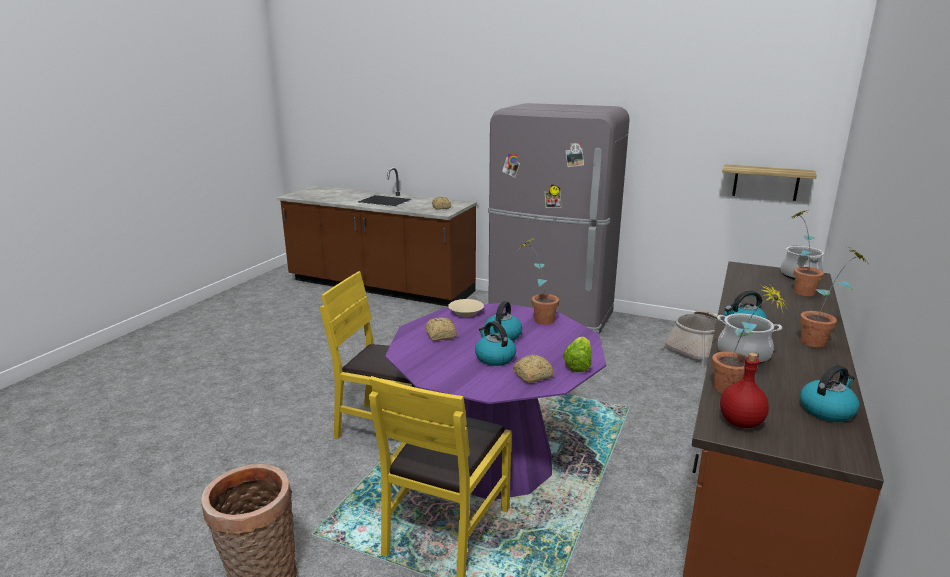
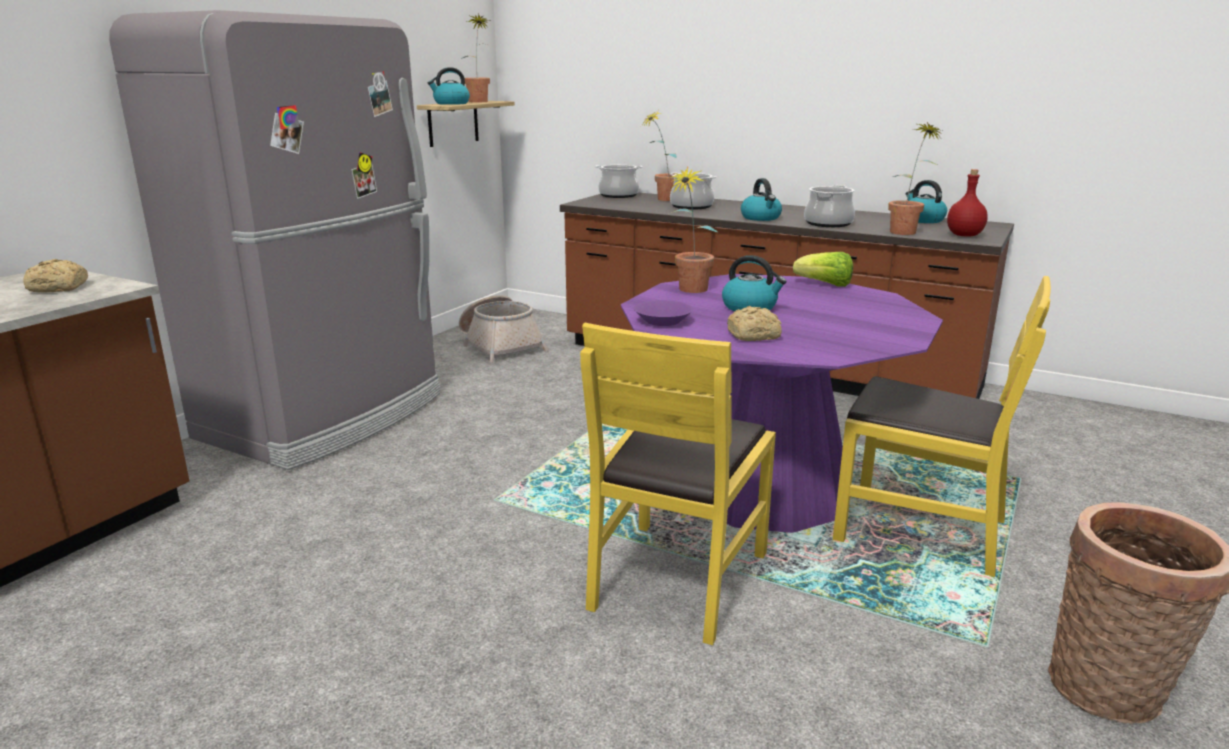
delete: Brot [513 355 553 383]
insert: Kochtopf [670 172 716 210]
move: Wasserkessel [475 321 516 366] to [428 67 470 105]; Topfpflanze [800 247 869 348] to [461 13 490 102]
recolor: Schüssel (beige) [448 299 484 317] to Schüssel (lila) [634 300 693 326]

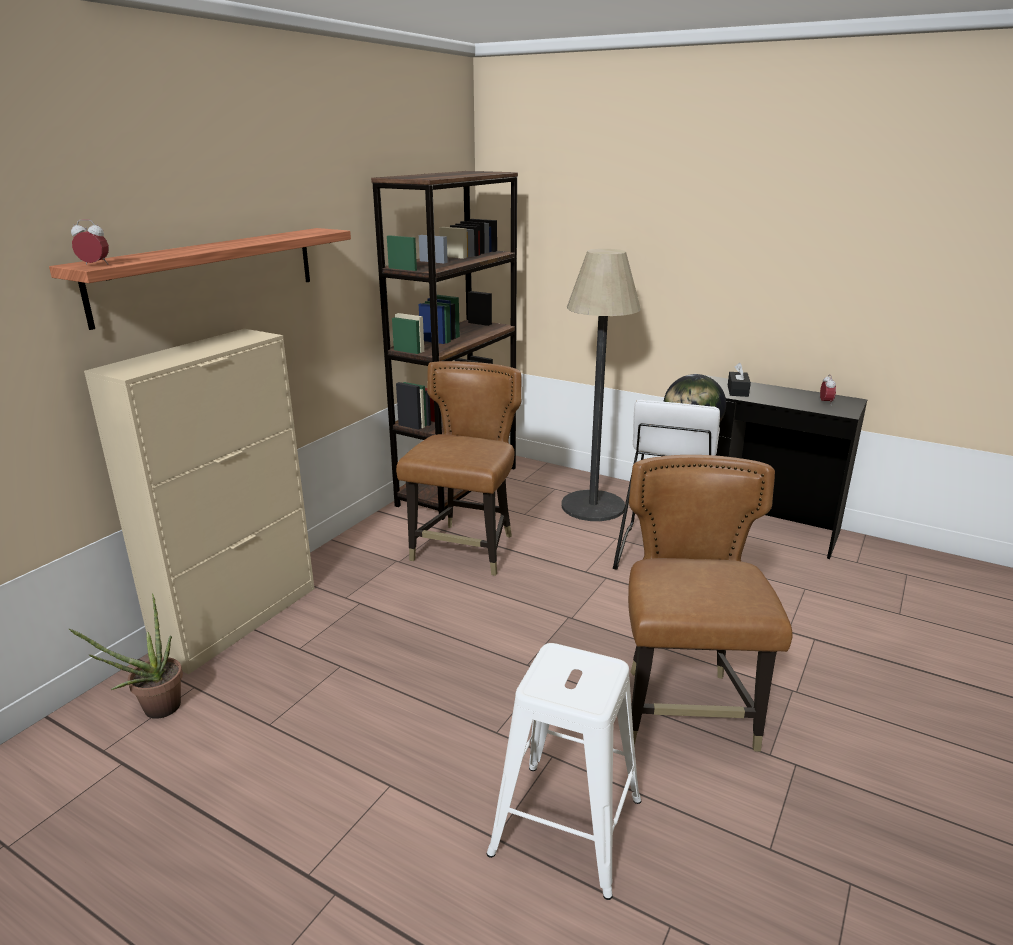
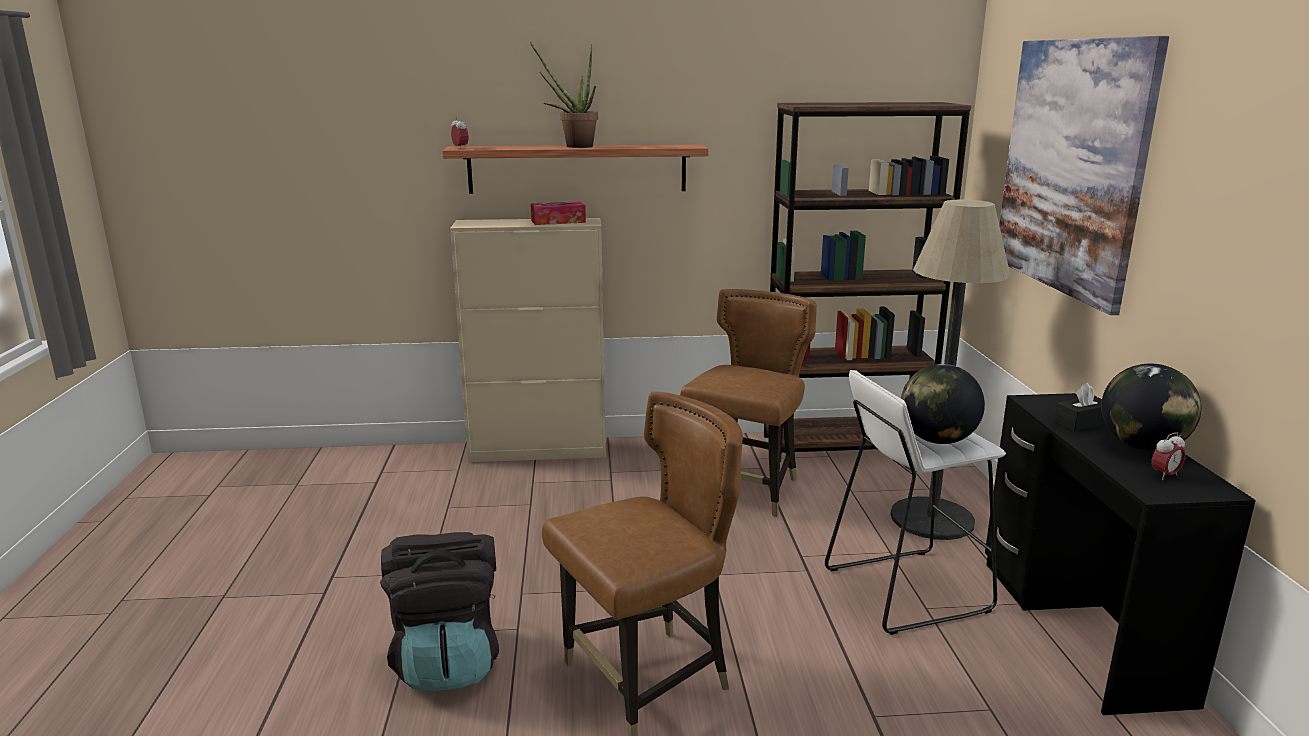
insert: Taschentuchbox [530 201 586 225]; Bild [999 36 1169 315]; Globus [1101 364 1201 451]
move: Topfpflanze [69 593 183 719] to [530 42 598 148]
replace: Hocker (weiß) [487 643 641 900] to Rucksack (schwarz) [380 532 499 691]
rotate: Stuhl (braun) [396 361 522 576] = [680 289 817 517] 45 degrees counterclockwise

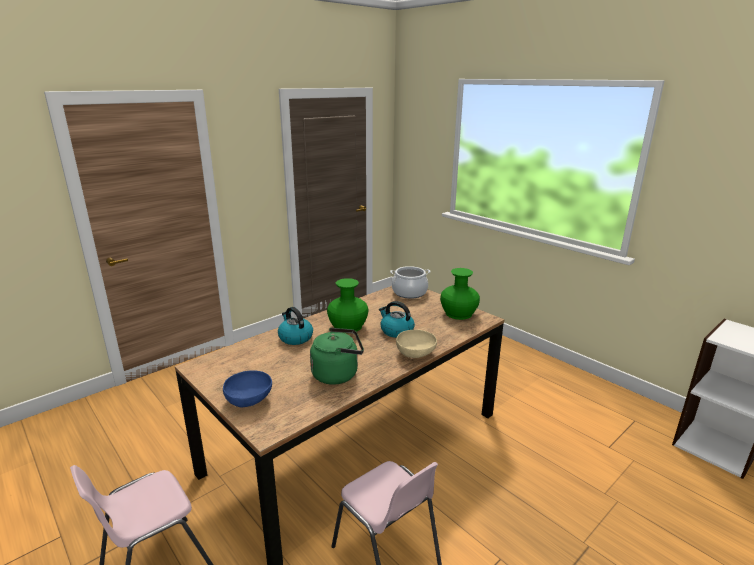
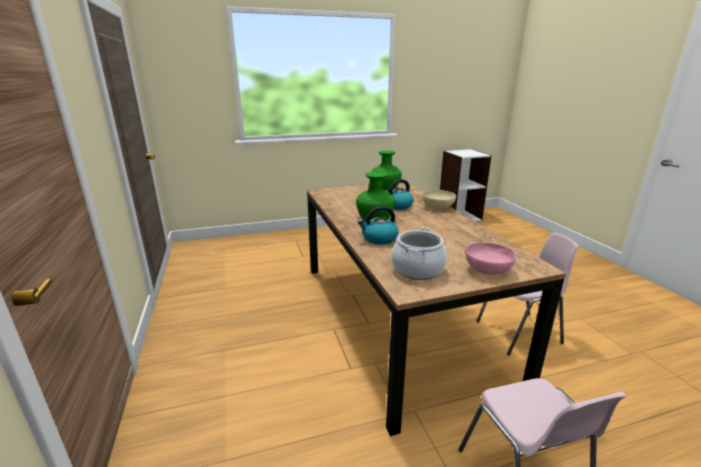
delete: Wasserkessel (grün) [310 328 364 385]
move: Kochtopf [390 266 431 299] to [391 227 447 280]
recolor: Schüssel (blau) [223 370 272 407] to Schüssel (rosa) [465 242 516 275]

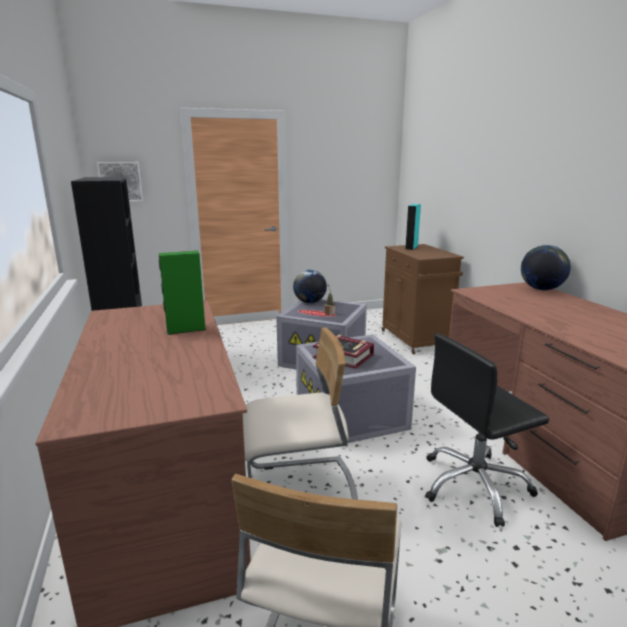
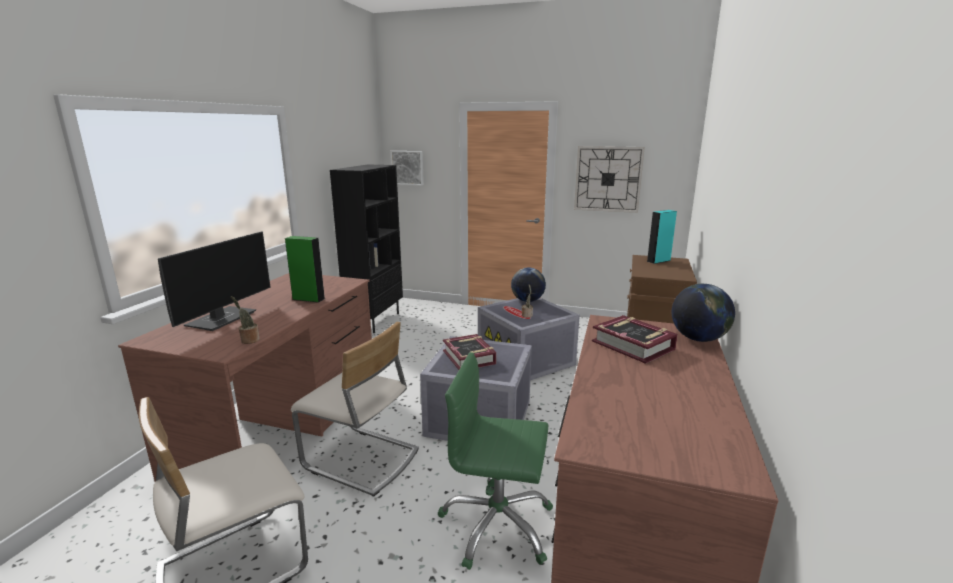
insert: Monitor [158 231 271 331]; Topfpflanze [231 296 260 344]; Wanduhr [574 146 645 213]; Buch [592 315 678 364]
recolor: Bürostuhl (schwarz) [425 333 549 527] to Bürostuhl (grün) [437 352 553 570]

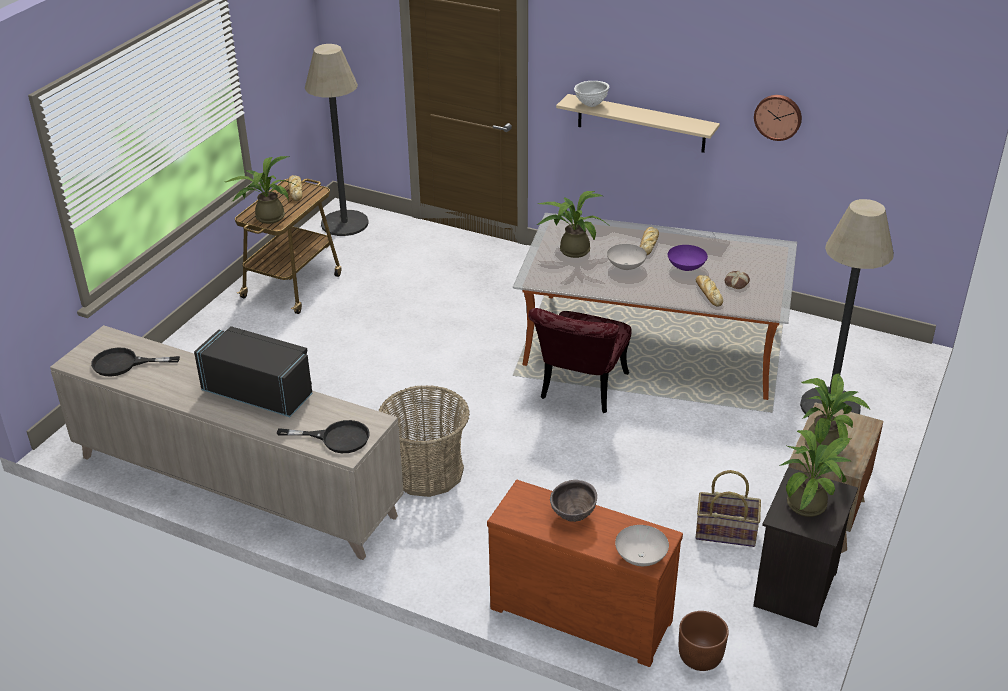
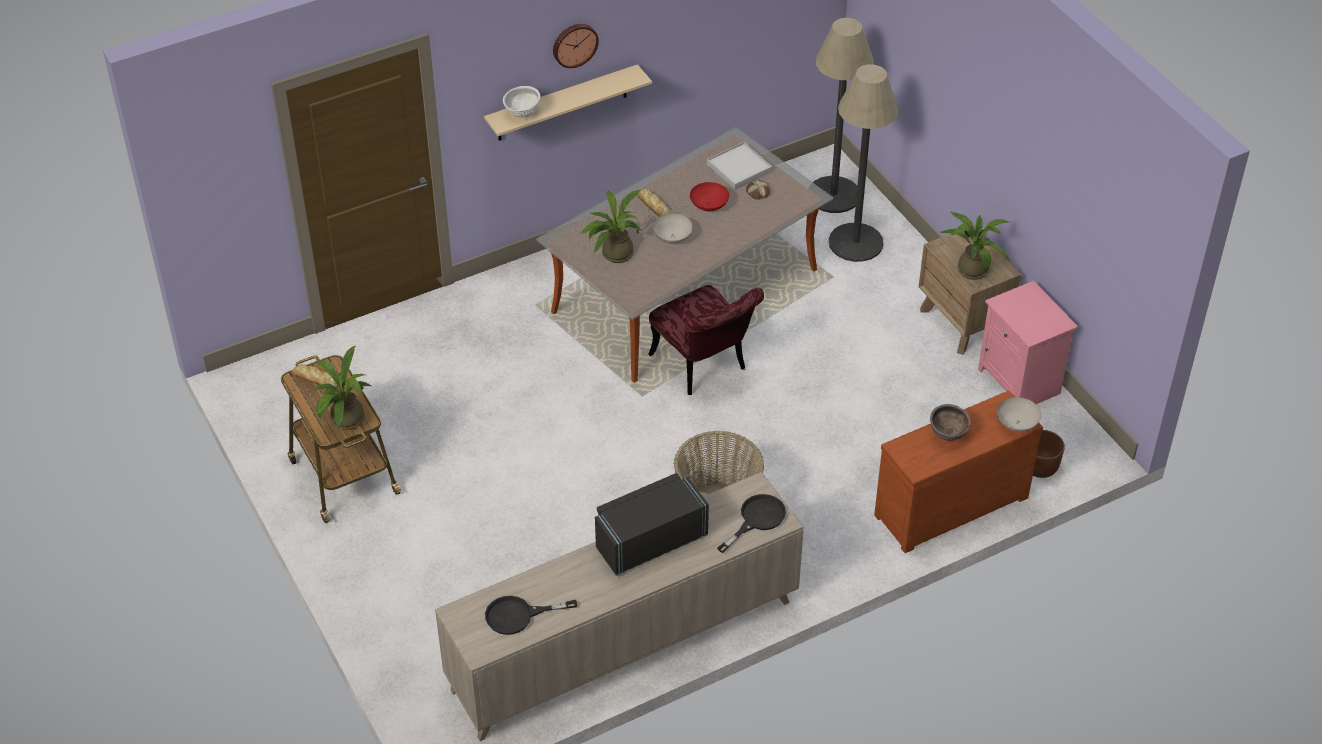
delete: Brot [696 275 723 307]; Korb [696 470 761 547]; Topfpflanze [780 430 852 517]
insert: Tablett (weiß) [707 142 772 189]
move: Wanduhr [754 95 802 141] to [553 24 599 68]; Stehlampe [305 44 369 236] to [813 18 874 213]
recolor: Schüssel (lila) [668 245 708 271] to Schüssel (rot) [690 182 729 211]; Nachttisch (schwarz) [753 467 858 628] to Nachttisch (rosa) [978 281 1078 404]
rotate: Pfanne (schwarz) [91 347 180 376] = [485 596 577 635] 45 degrees clockwise

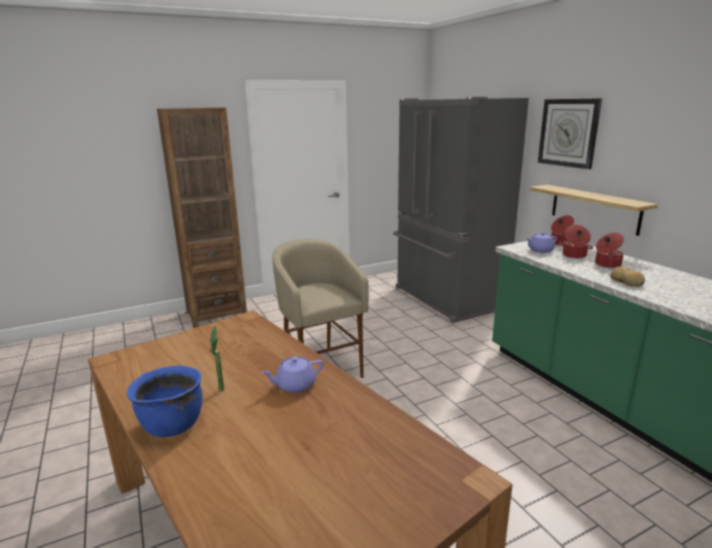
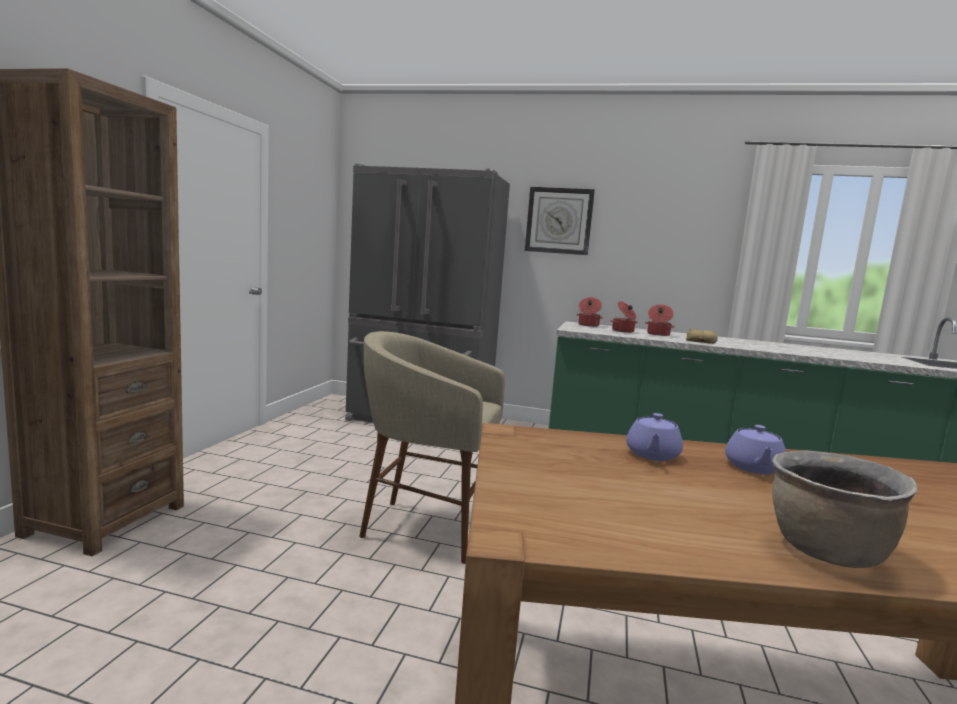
delete: Topfpflanze [208 326 224 391]; Wandregal [529 185 658 236]
move: Teekanne (lila) [526 232 557 253] to [626 413 683 461]
recolor: Kochtopf (blau) [127 365 203 437] to Kochtopf (braun) [772 450 918 568]

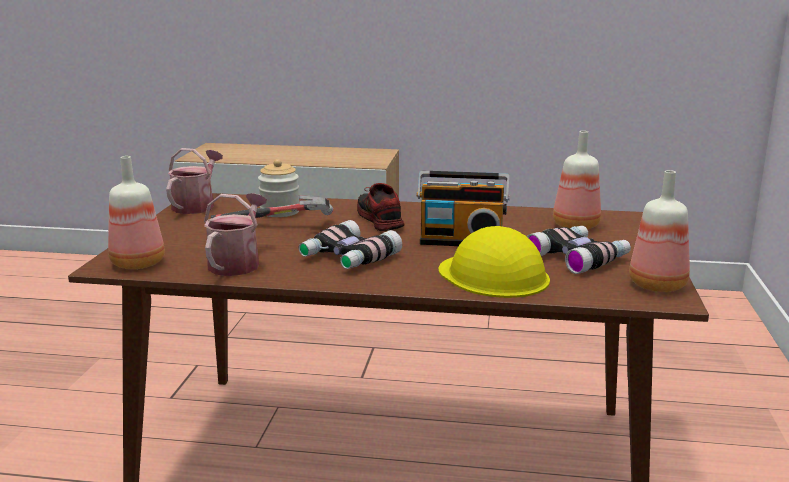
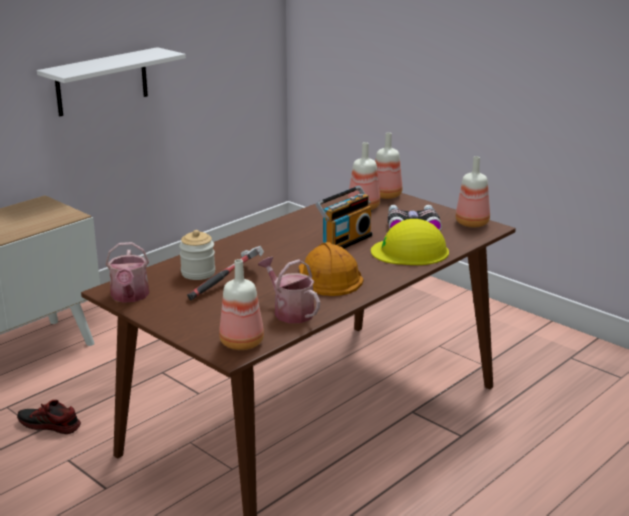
insert: Wandregal (weiß) [37 47 186 116]; Flasche [375 132 402 199]
move: Schuh [357 183 405 231] to [17 400 81 434]
replace: Fernglas [299 220 402 269] to Schutzhelm (orange) [299 242 363 296]
rotate: Gießkanne [166 148 223 214] = [106 242 149 303] 150 degrees counterclockwise

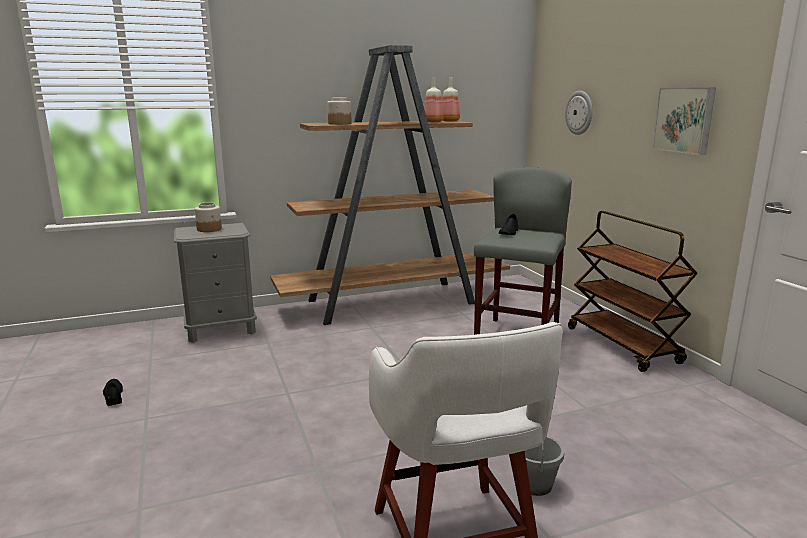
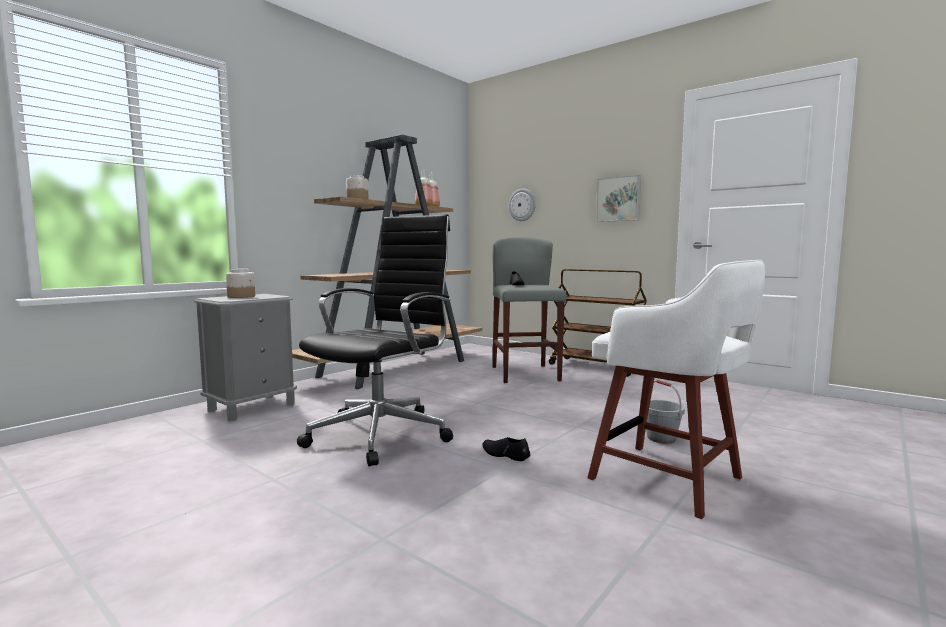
insert: Bürostuhl (schwarz) [297 214 453 466]
move: Schuh (schwarz) [103 379 123 406] to [483 437 530 461]

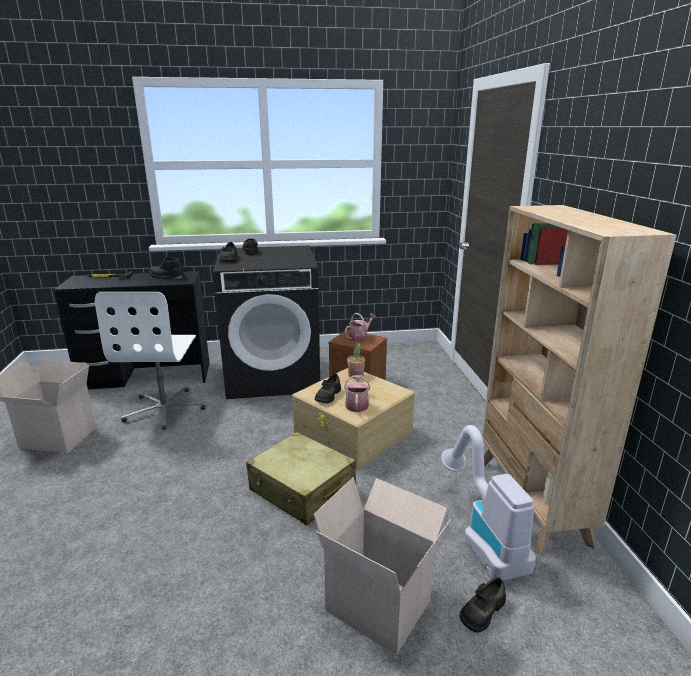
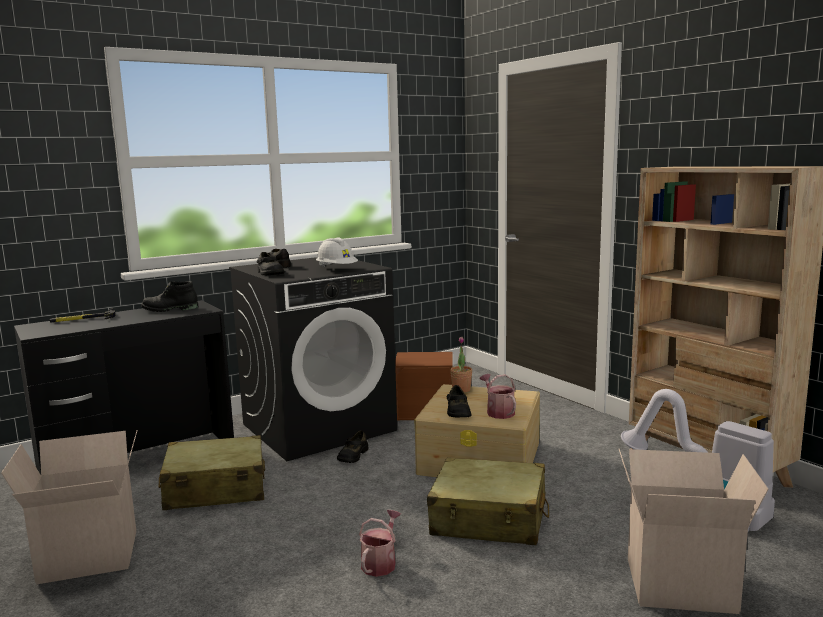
insert: Schutzhelm (weiß) [316 237 358 267]
move: Schuh (schwarz) [460 577 506 632] to [337 430 368 463]; Gießkanne [344 313 377 342] to [359 510 401 577]
replace: Bürostuhl (weiß) [95 292 206 430] to Koffer (beige) [159 435 265 510]

